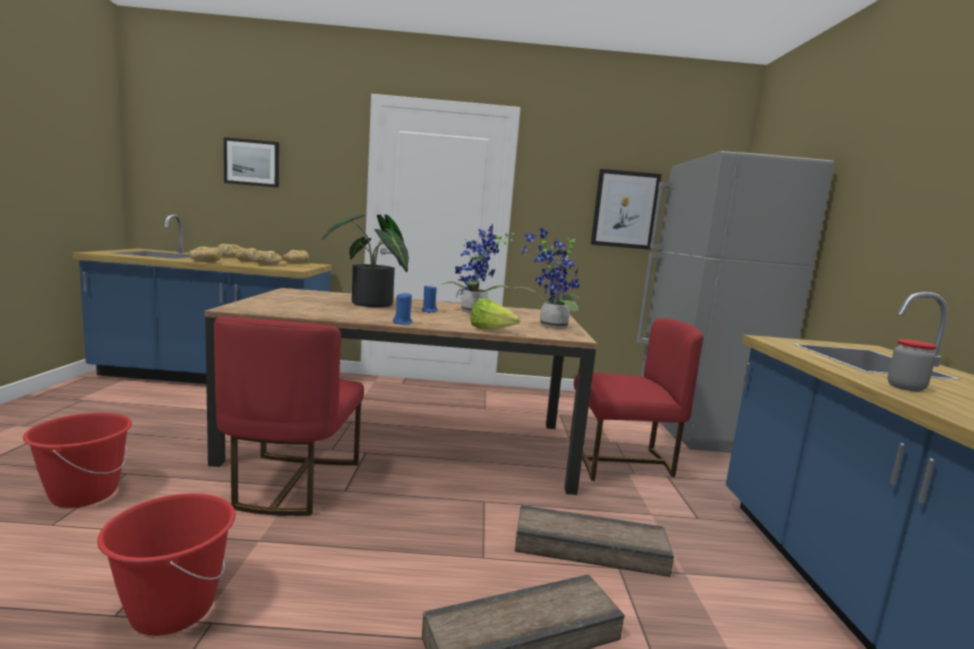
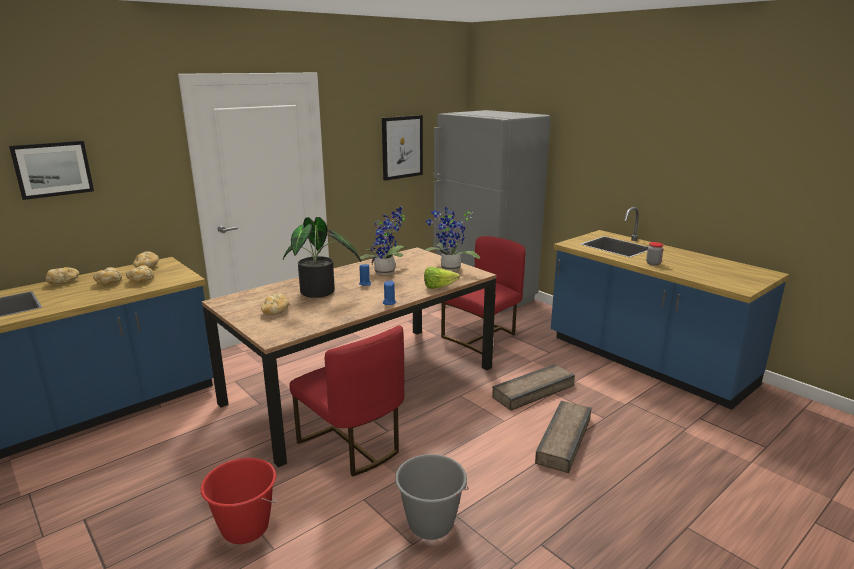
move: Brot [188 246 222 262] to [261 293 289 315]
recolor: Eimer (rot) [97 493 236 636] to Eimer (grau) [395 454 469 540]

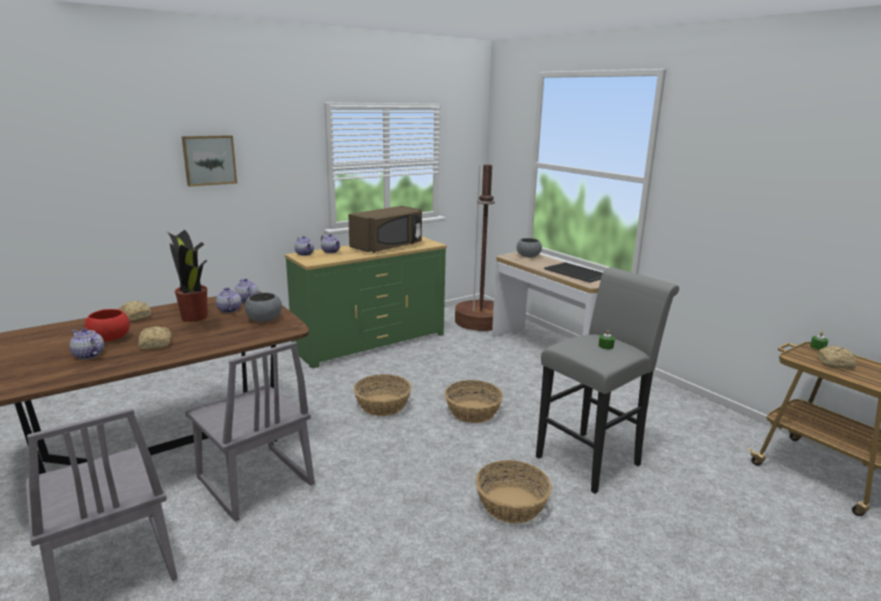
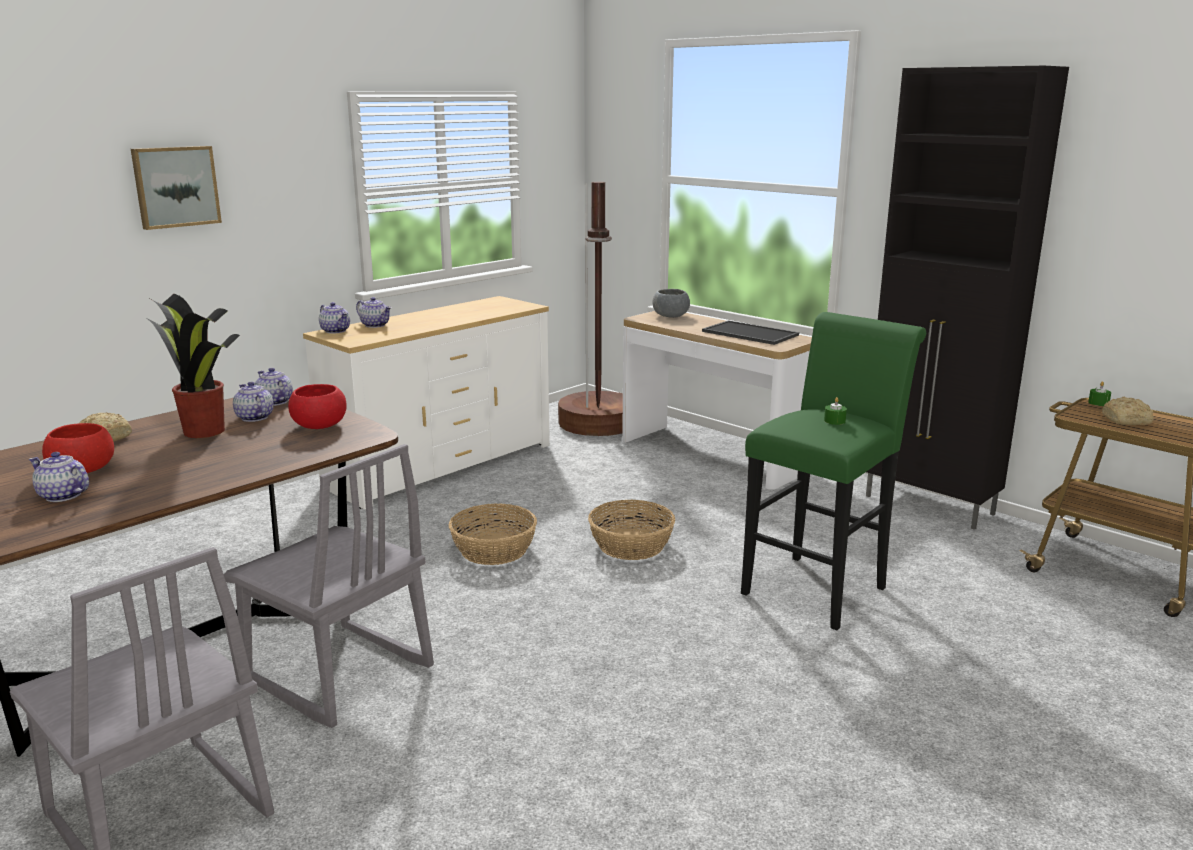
delete: Brot [138 326 172 350]; Mikrowelle (braun) [348 206 422 253]; Korb [476 460 552 524]
insert: Schrank (schwarz) [866 66 1069 530]
recolor: Schüssel (grau) [245 293 282 322] to Schüssel (rot) [288 384 347 429]; Kommode (grün) [285 237 447 368] to Kommode (weiß) [303 296 550 510]; Hocker (grau) [536 267 679 494] to Hocker (grün) [741 312 926 630]

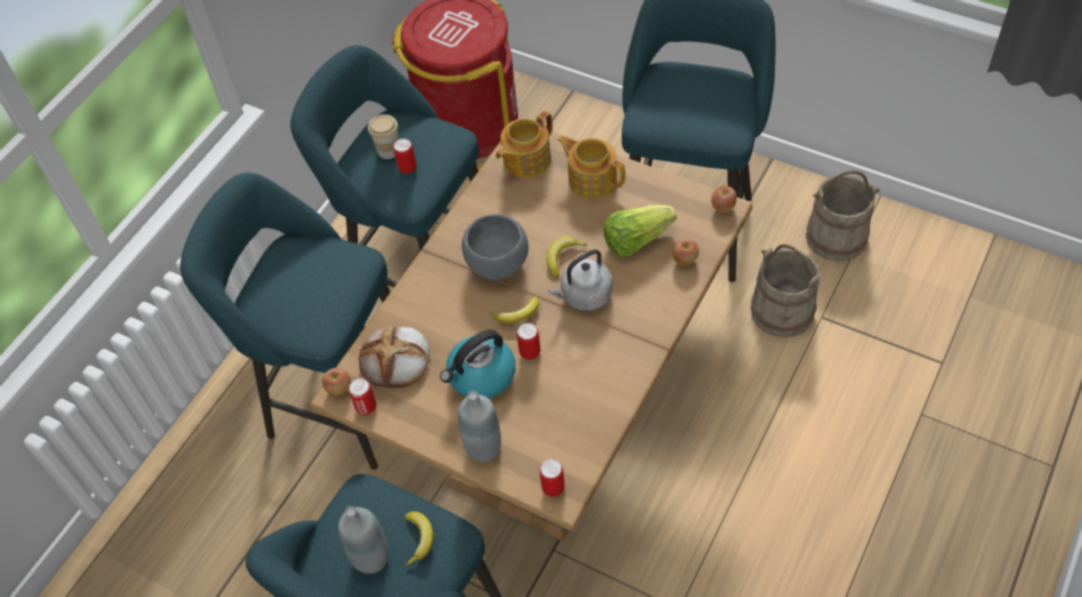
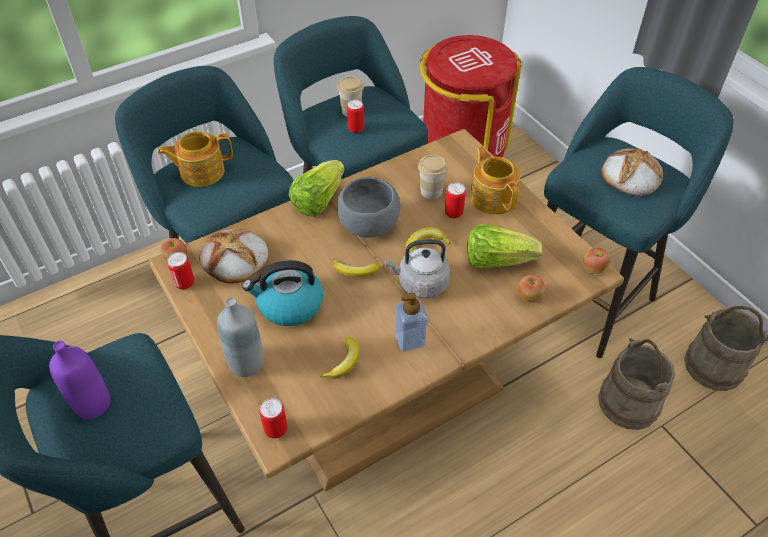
insert: Salatkopf [289 160 344 217]; Seifenspender [395 292 427 352]; Tasse [418 155 448 199]; Brot [602 148 663 196]
move: Teekanne [496 110 553 178] to [158 131 233 187]; Banane [405 511 434 566] to [320 337 359 378]; Dose [517 323 540 360] to [445 183 466 219]
recolor: Flasche (grau) [338 506 389 574] to Flasche (lila) [49 341 110 419]

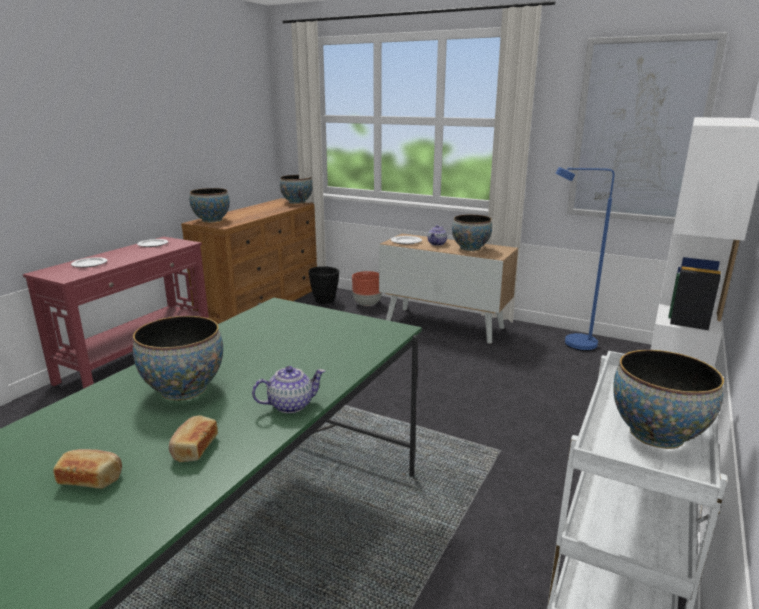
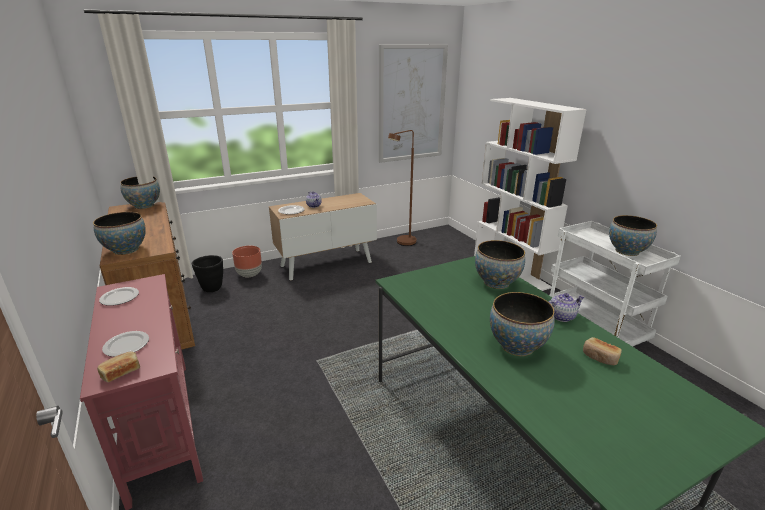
move: Brot [53 449 122 489] to [97 351 140 382]; Schüssel [452 215 492 251] to [475 240 525 289]
recolor: Stehlampe (blau) [556 167 614 351] to Stehlampe (braun) [388 130 417 246]
rotate: Teekanne [252 366 325 413] = [548 293 584 322] 60 degrees clockwise

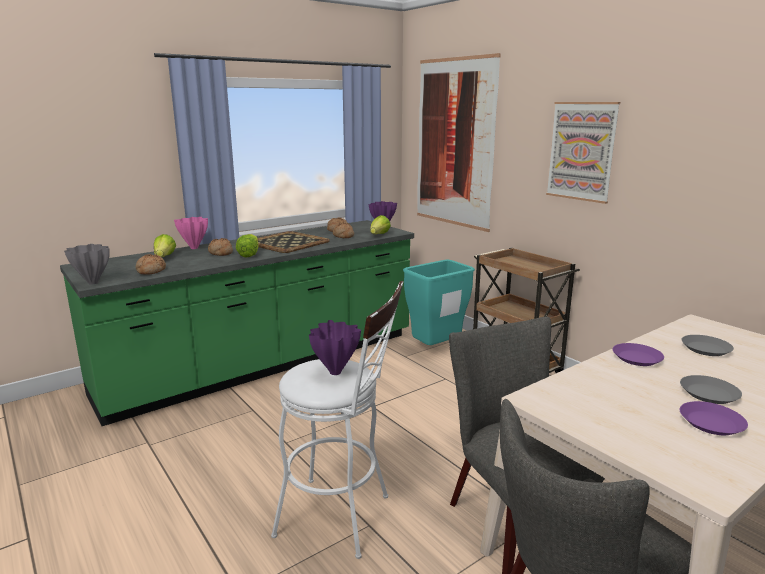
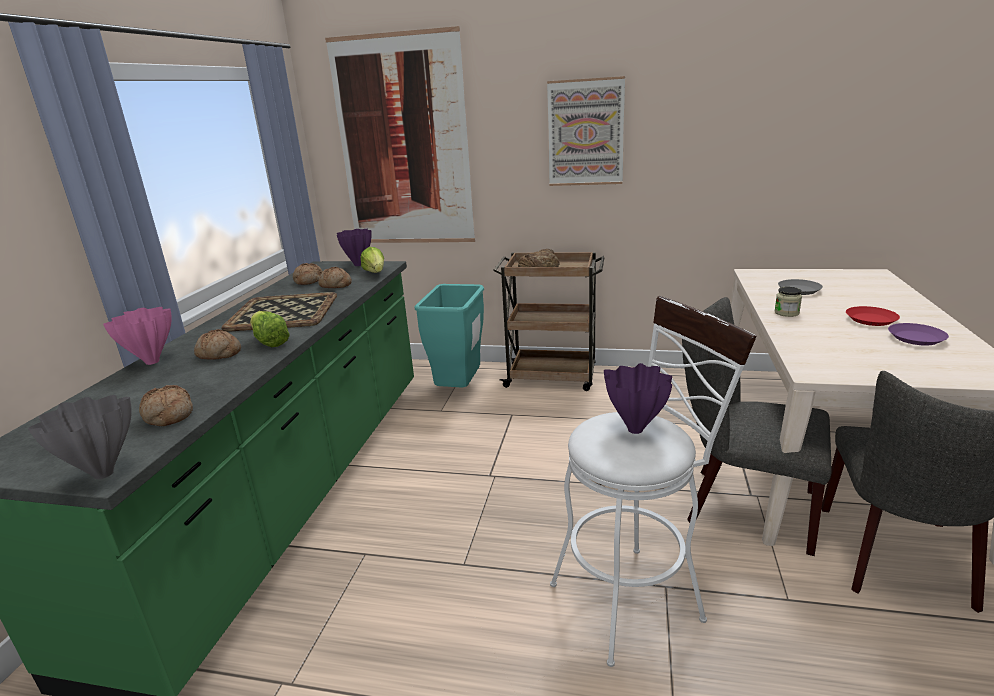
delete: Salatkopf [154 234 176 257]
insert: Brot [518 249 560 267]
replace: Teller (lila) [613 343 664 366] to Vorratsglas [774 287 802 317]
recolor: Teller (grau) [680 375 742 404] to Teller (rot) [846 306 900 326]

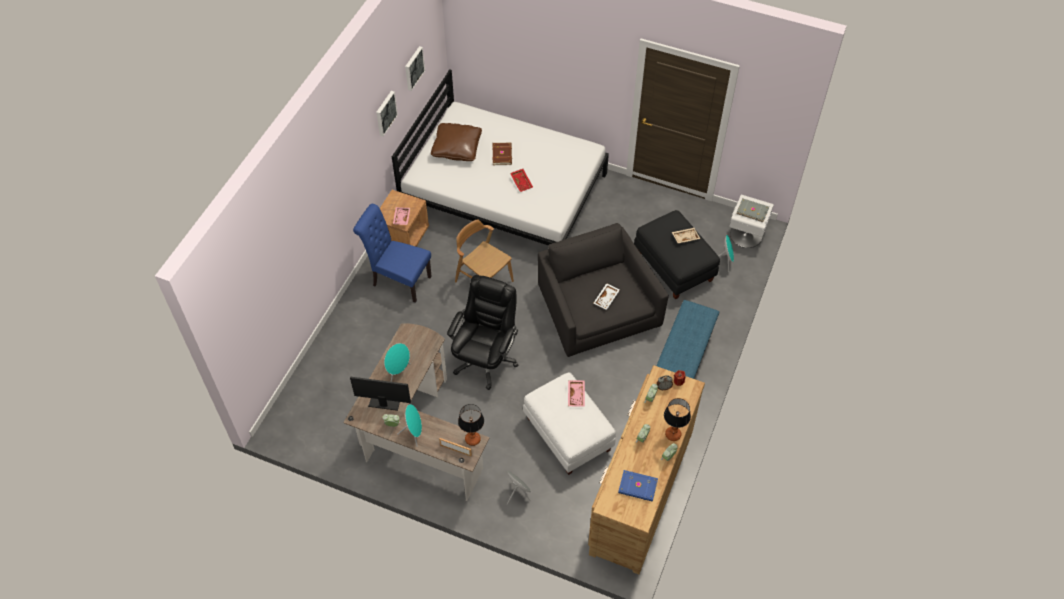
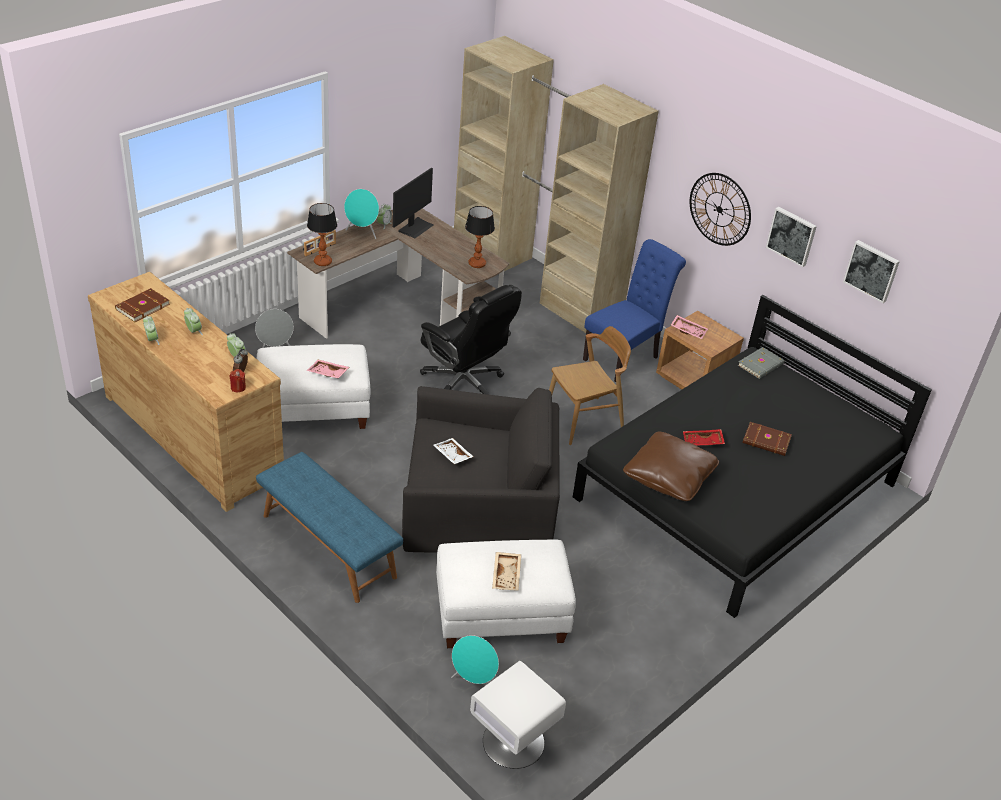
delete: Lautsprecher (türkis) [384 343 410 382]
insert: Kleiderschrank (beige) [454 36 659 333]; Wanduhr [690 173 751 246]
move: Tischlampe [664 398 691 441] to [465 206 495 268]; Kissen (braun) [431 123 482 161] to [623 432 719 501]; Buch (grau) [736 198 769 222] to [738 347 785 379]
recolor: Buch (blau) [618 470 658 502] to Buch (braun) [115 288 170 322]; Polsterhocker (schwarz) [634 210 720 299] to Polsterhocker (weiß) [436 540 576 648]; Bett (weiß) [392 69 609 245] to Bett (schwarz) [573 295 932 618]

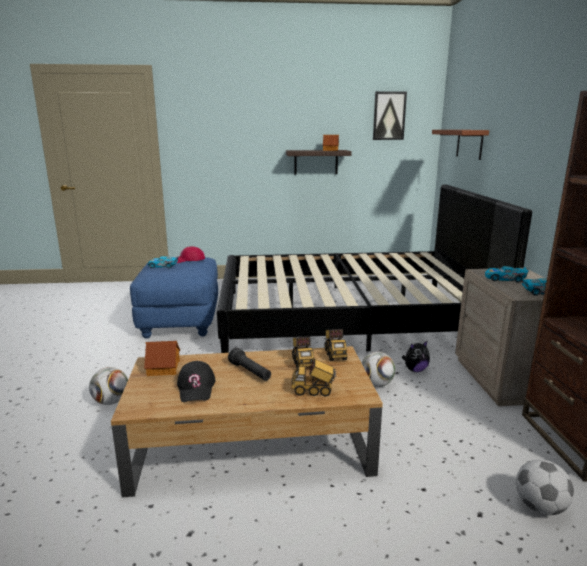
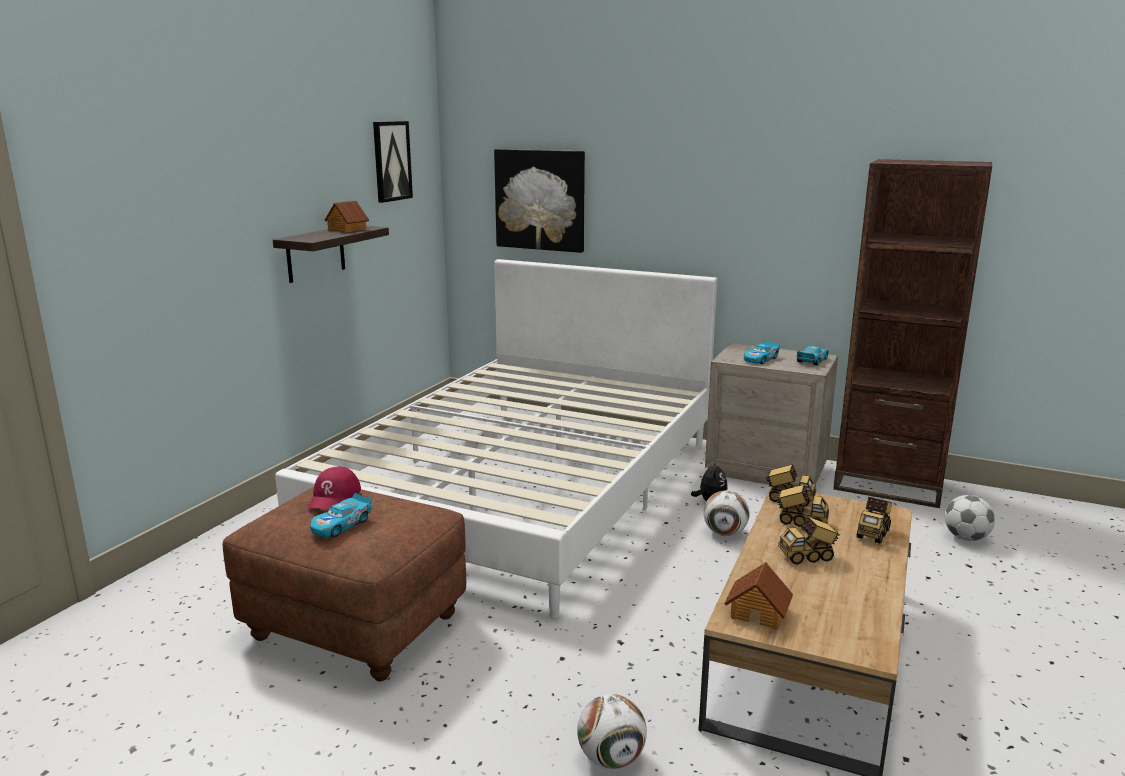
delete: Kappe (schwarz) [177 361 215 402]
replace: Wandregal (braun) [432 130 489 160] to Bild [494 149 585 253]; Taschenlampe (schwarz) [228 348 271 381] to Spielzeuglaster [778 516 840 565]
recolor: Polsterhocker (blau) [130 257 218 338] to Polsterhocker (braun) [223 487 466 681]; Bett (schwarz) [217 184 532 353] to Bett (weiß) [275 259 717 618]

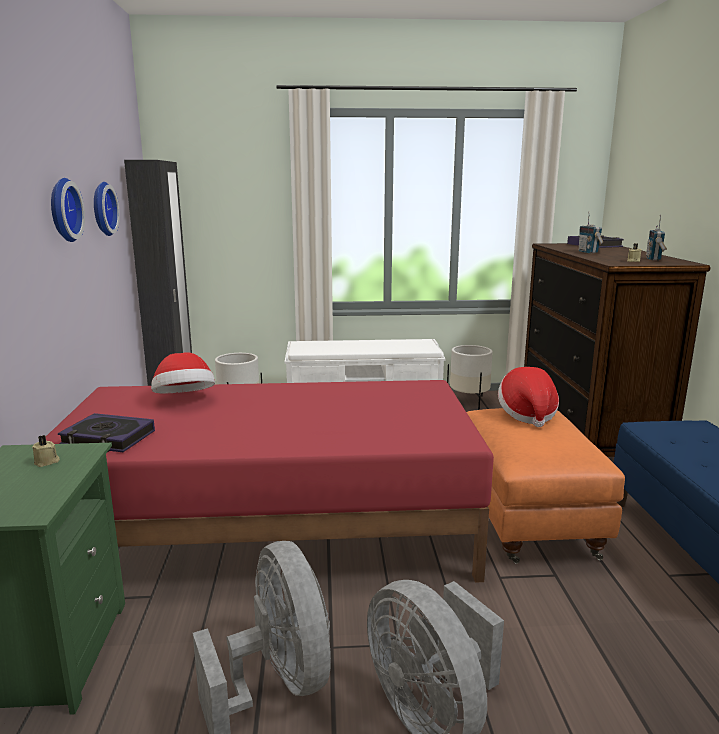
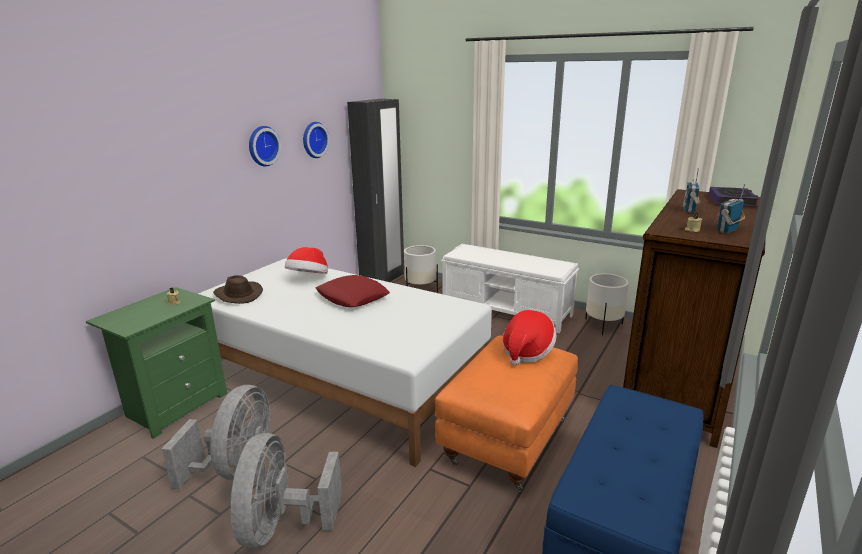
insert: Kissen (rot) [316 275 390 307]
replace: Buch [58 413 155 452] to Hut (braun) [213 275 263 304]
recolor: Bett (rot) [46 380 494 583] to Bett (weiß) [198 258 492 467]

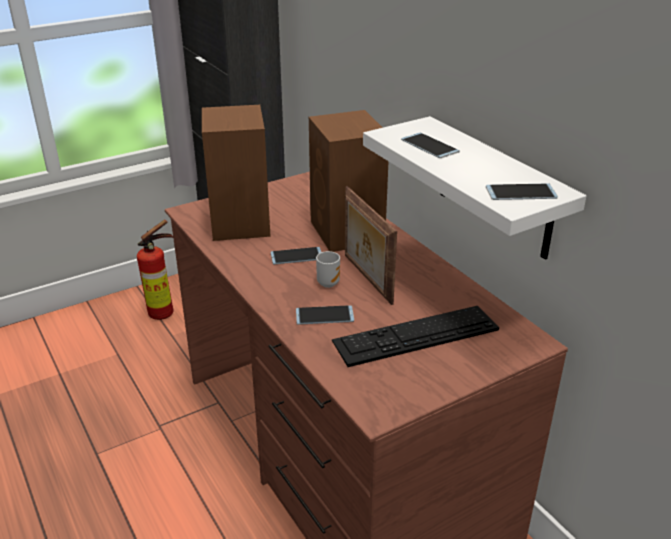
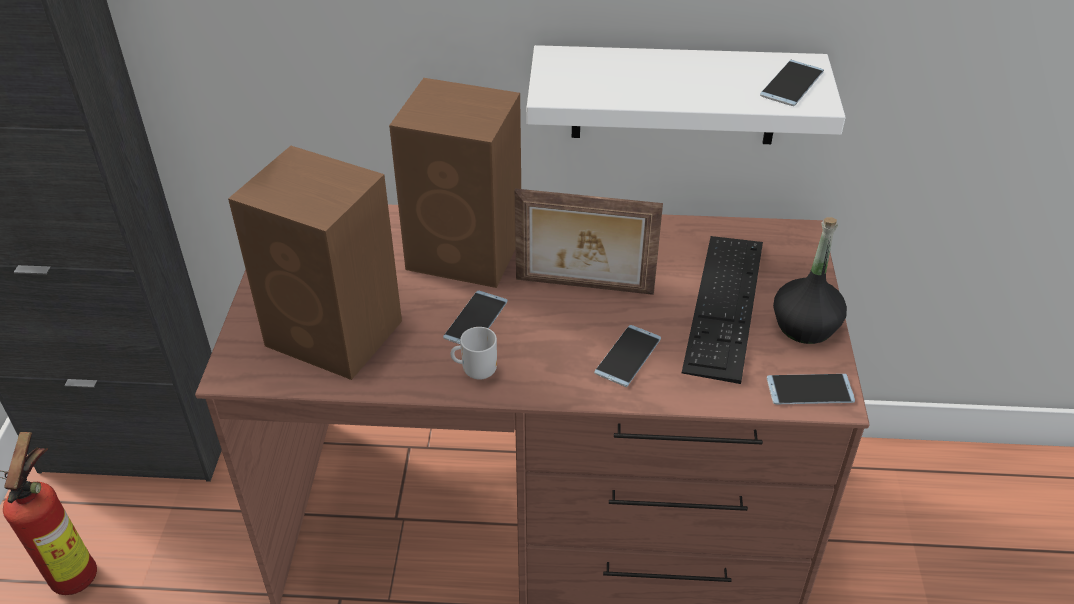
insert: Flasche (schwarz) [773 217 847 344]
move: Henkelbecher [316 251 340 288] to [450 327 497 380]; Handy [401 133 460 158] to [767 374 855 404]

